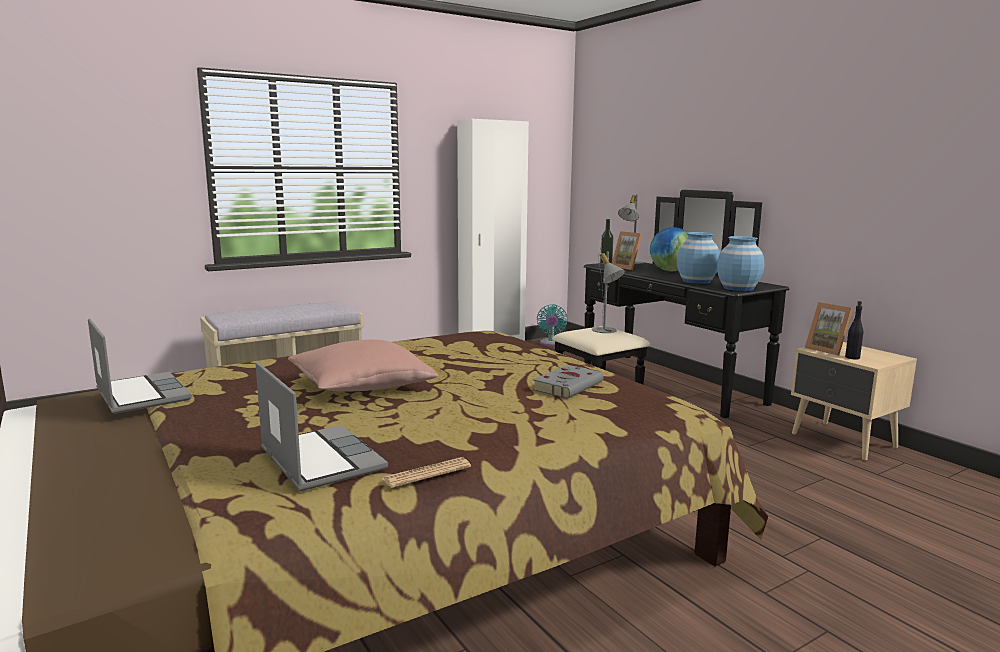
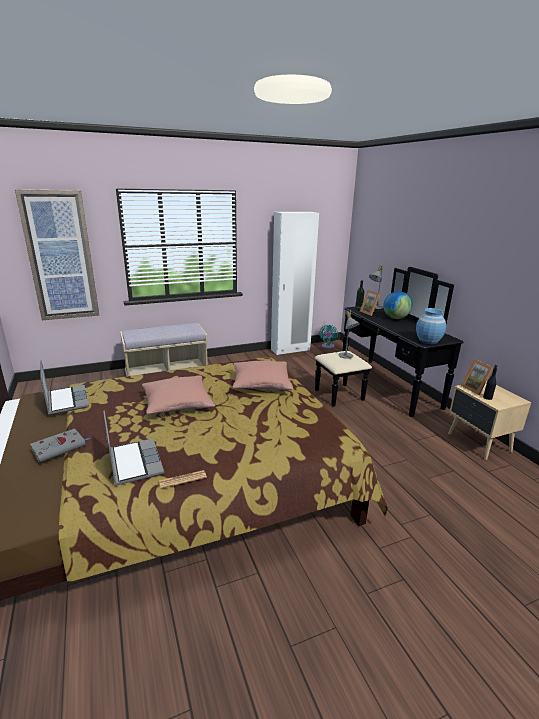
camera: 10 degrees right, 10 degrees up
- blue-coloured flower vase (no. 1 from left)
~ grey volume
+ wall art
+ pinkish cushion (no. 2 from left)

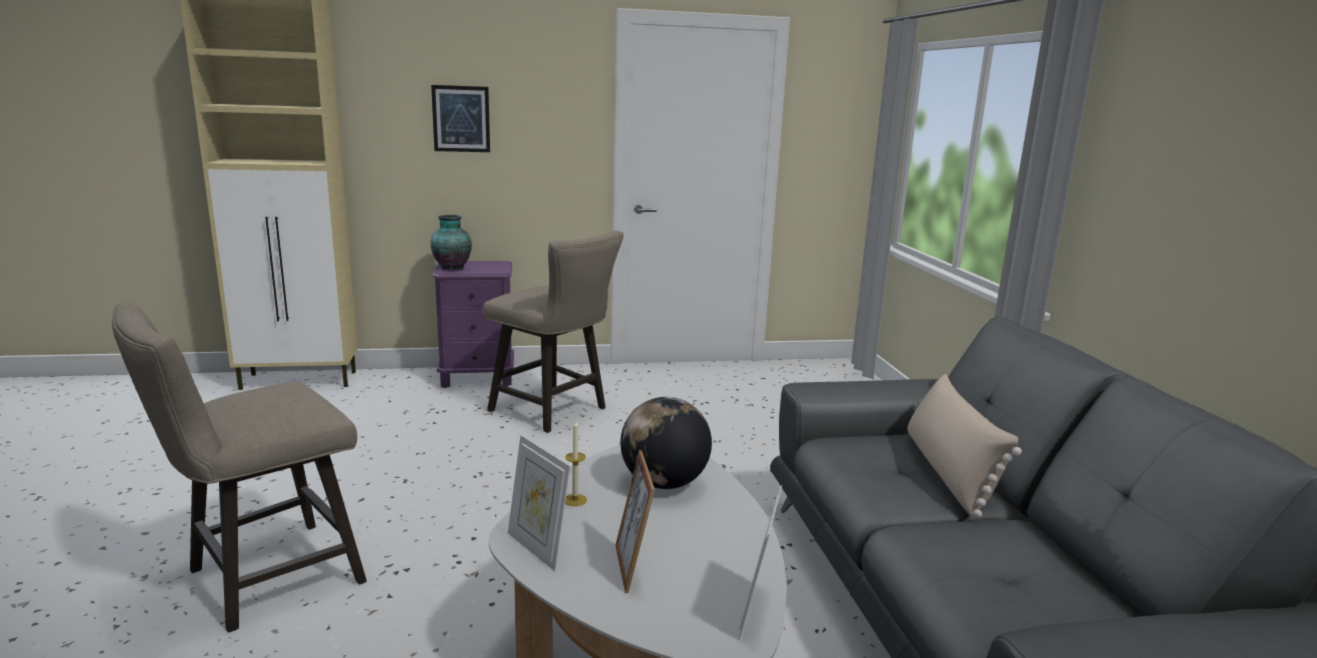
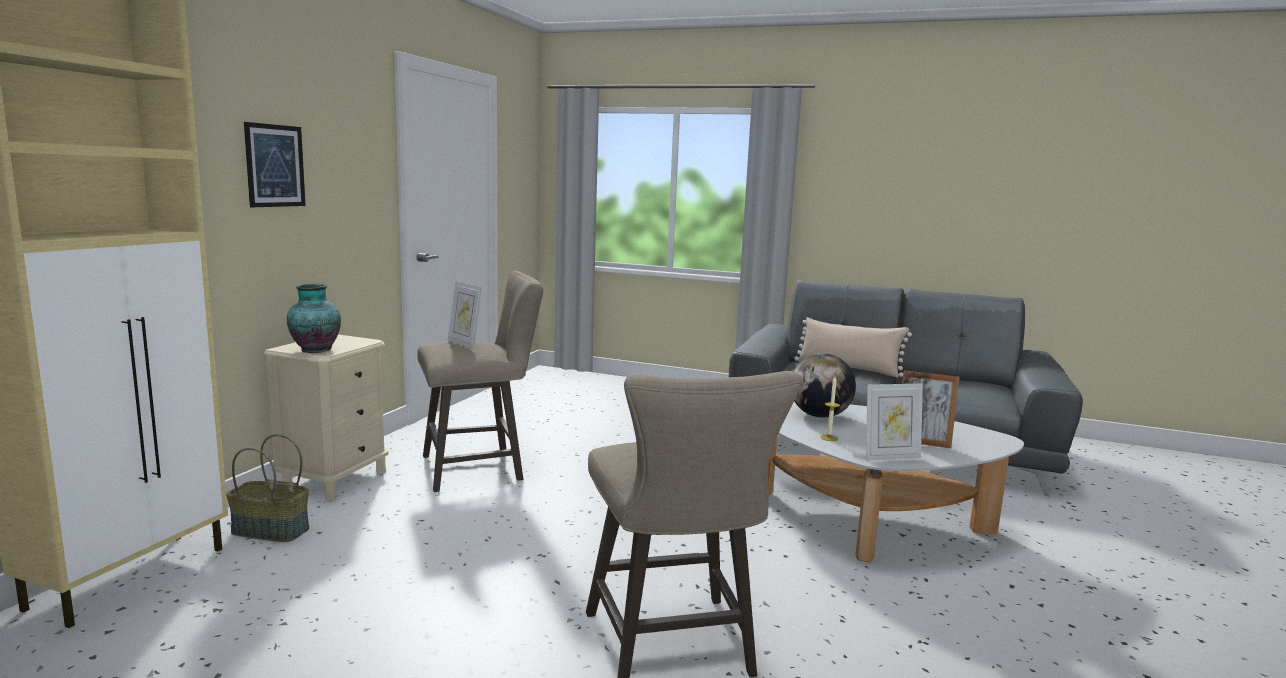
camera: 60 degrees left, 5 degrees down
~ purple-coloured bedside table to sand-coloured bedside table
~ picture frame (no. 3 from left in the first image) to picture frame (no. 1 from left)
+ storage basket

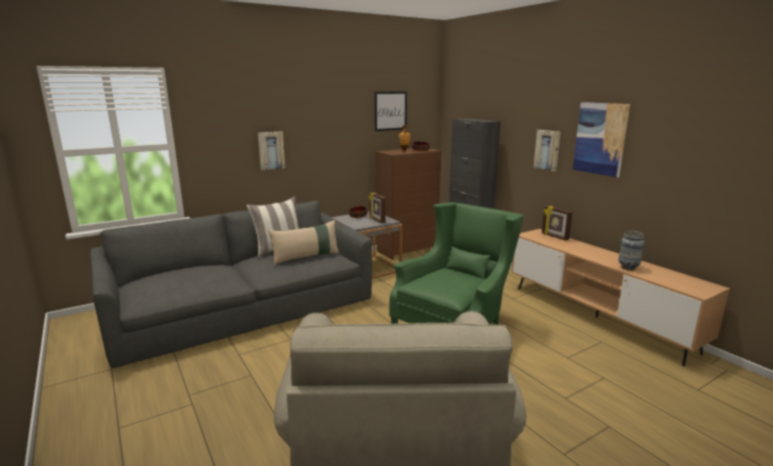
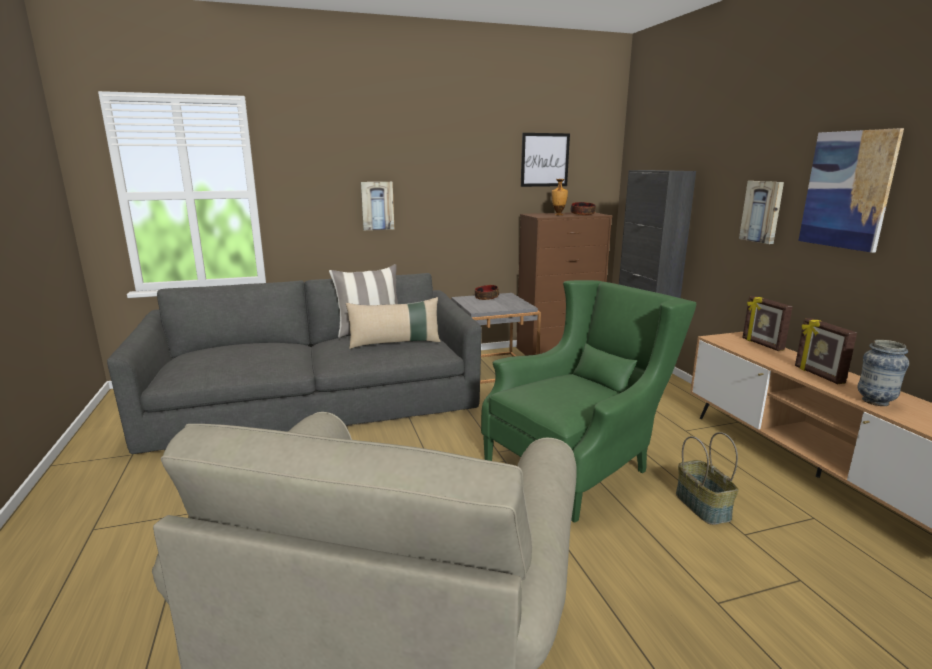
camera: 15 degrees right, 0 degrees up
~ picture frame (no. 1 from left in the first image) to picture frame (no. 2 from left)
+ storage basket

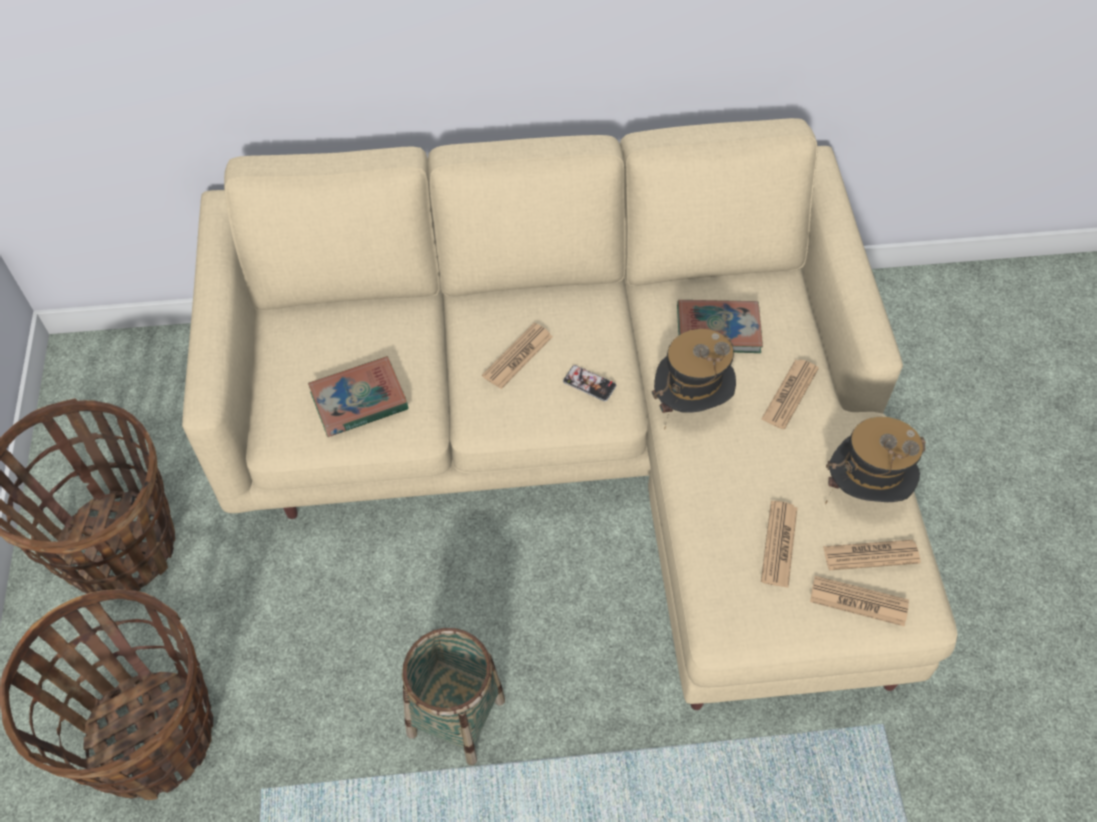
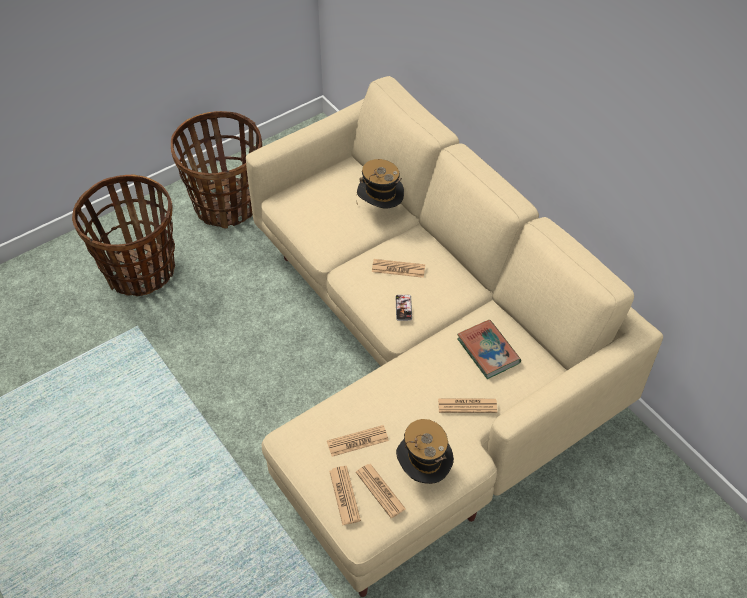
camera: 60 degrees right, 5 degrees down
~ wearable hat (no. 1 from left)
- volume (no. 1 from left)
- storage basket (no. 3 from left)

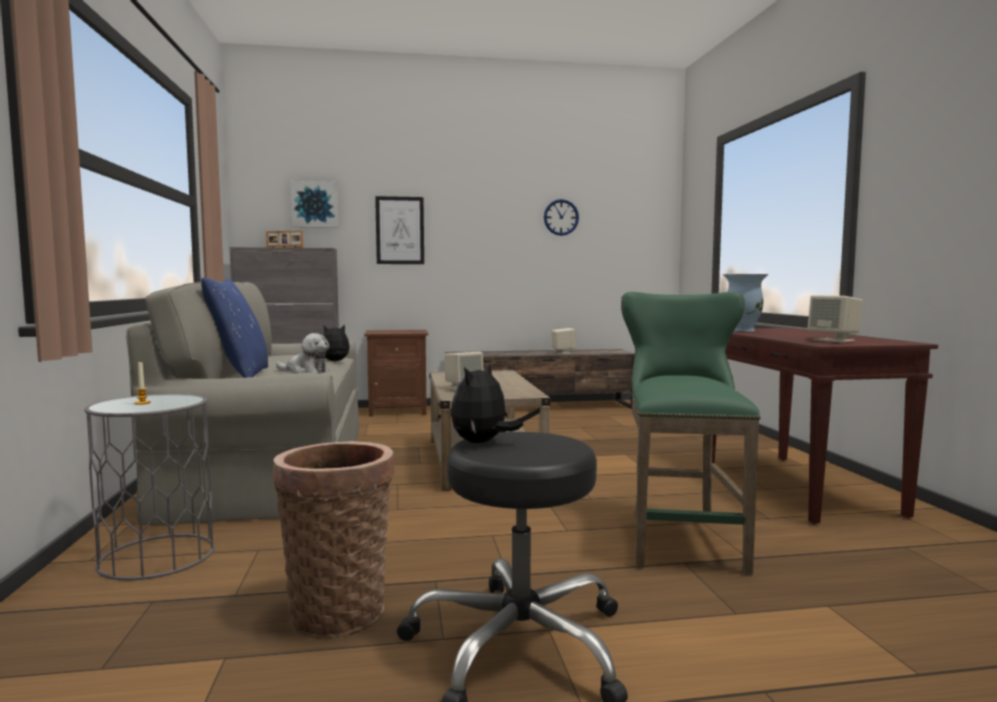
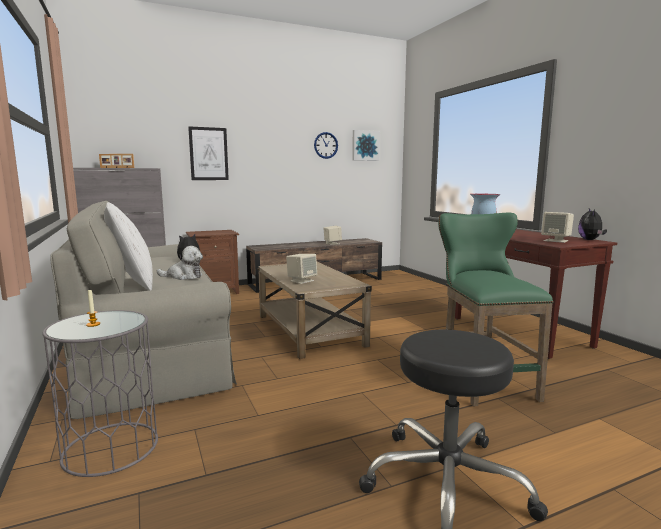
camera: 15 degrees left, 5 degrees up
~ wall art (no. 1 from left in the first image) to wall art (no. 2 from left)
~ blue-coloured cushion to white cushion
~ plush toy (no. 3 from left)
- storage basket

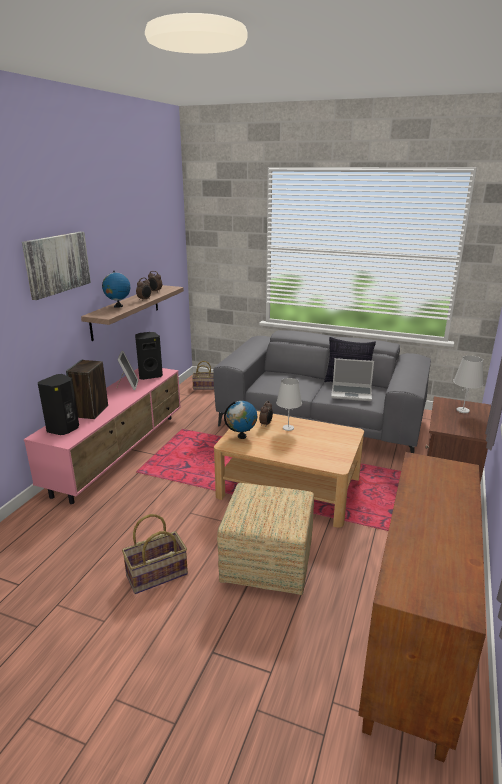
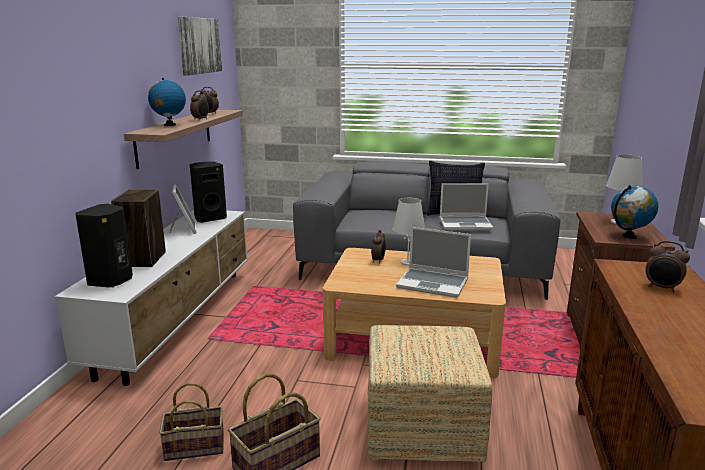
camera: 10 degrees left, 5 degrees down
~ wall art
~ storage basket (no. 2 from left in the first image) to storage basket (no. 1 from left)
~ pinkish tv unit to white tv unit
~ world globe (no. 2 from left)
+ laptop (no. 1 from left)
+ table clock (no. 4 from left)

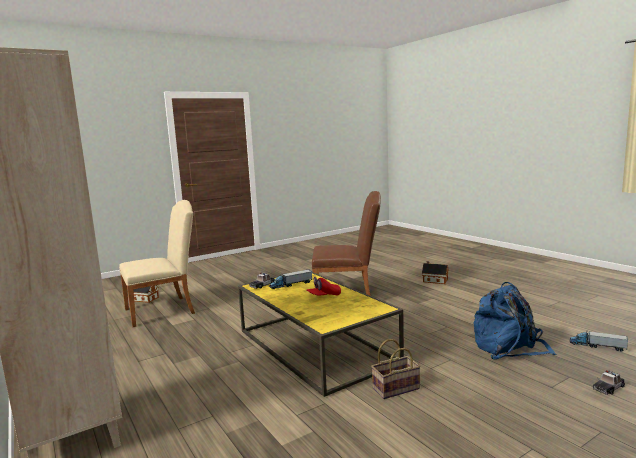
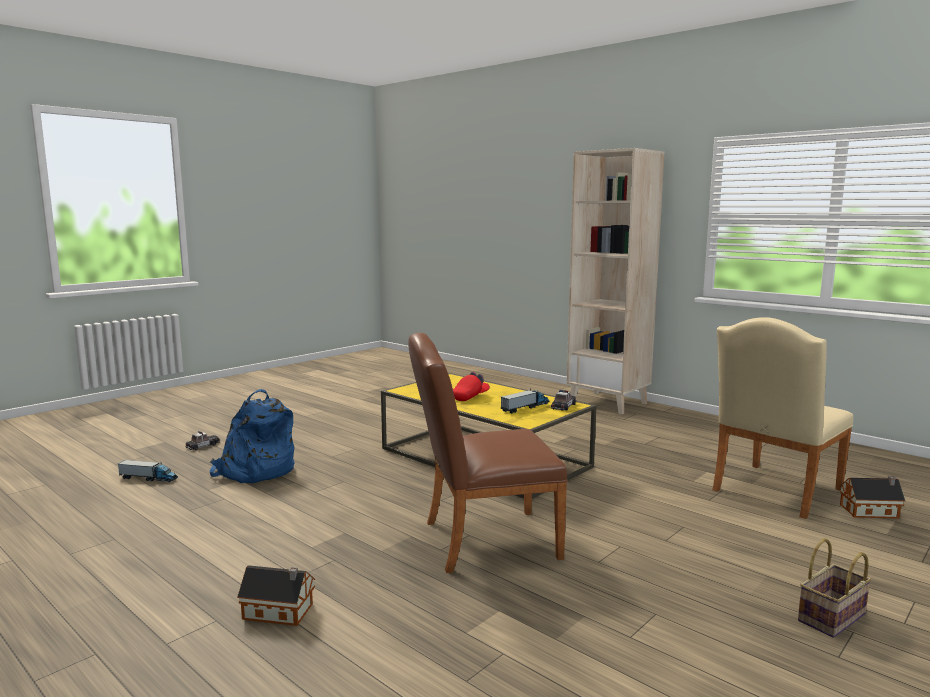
camera: 165 degrees right, 0 degrees up
~ storage basket

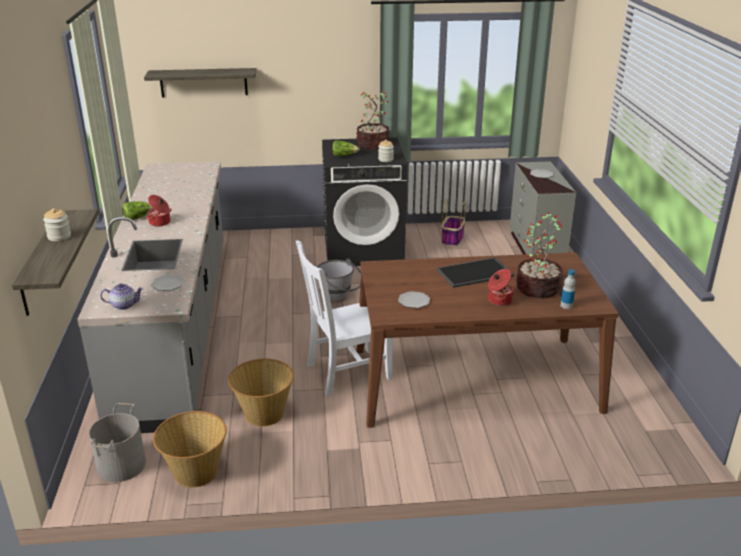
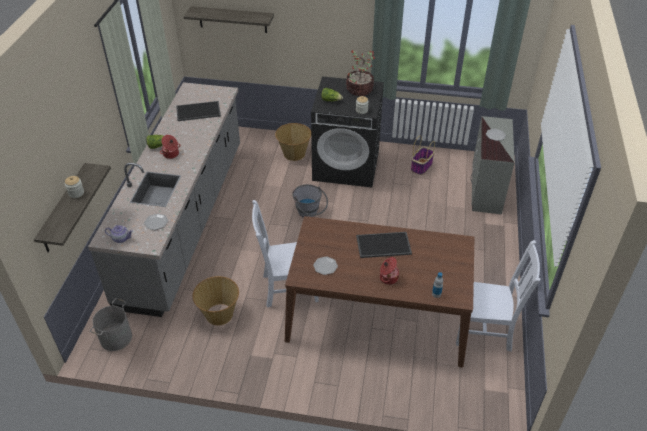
camera: 15 degrees right, 15 degrees up
- potted plant (no. 2 from left)
~ storage basket (no. 1 from left in the first image) to storage basket (no. 2 from left)
+ serving tray (no. 1 from left)
+ white plain chair (no. 2 from left)

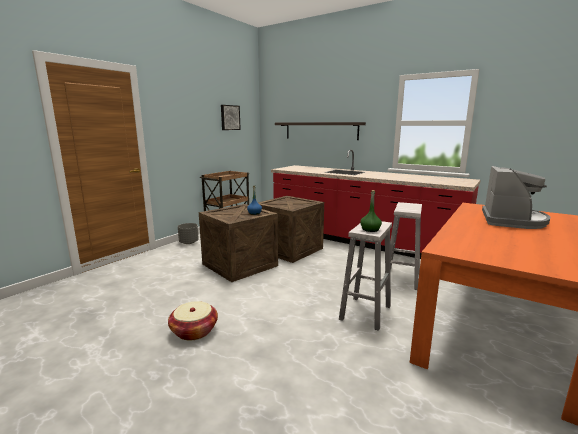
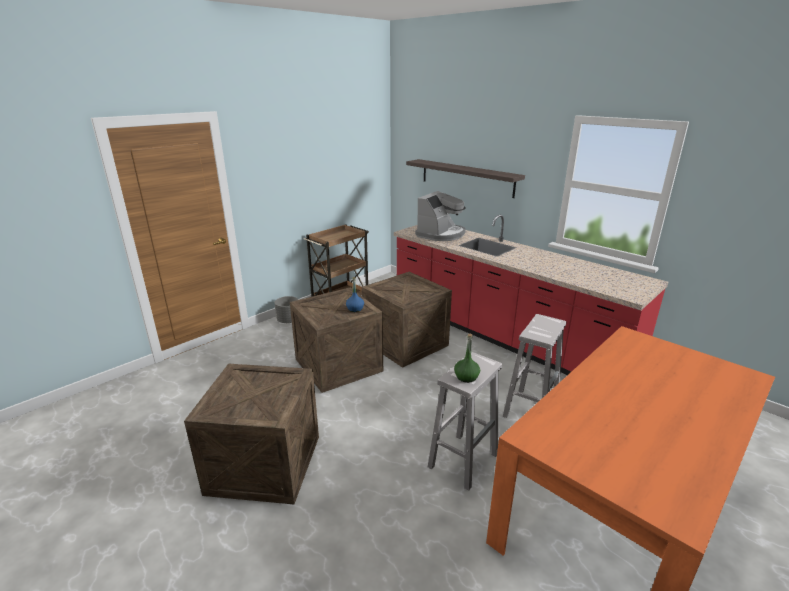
camera: 10 degrees right, 10 degrees up
- wall art
~ coffee maker
~ storage basket to crate (no. 1 from left)

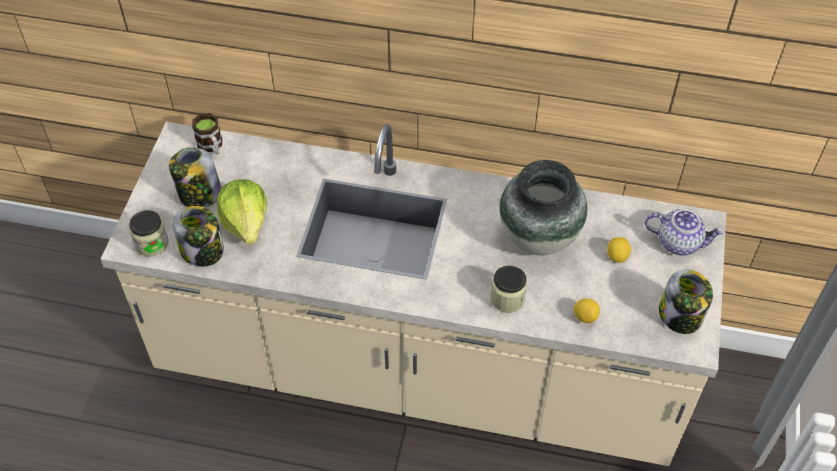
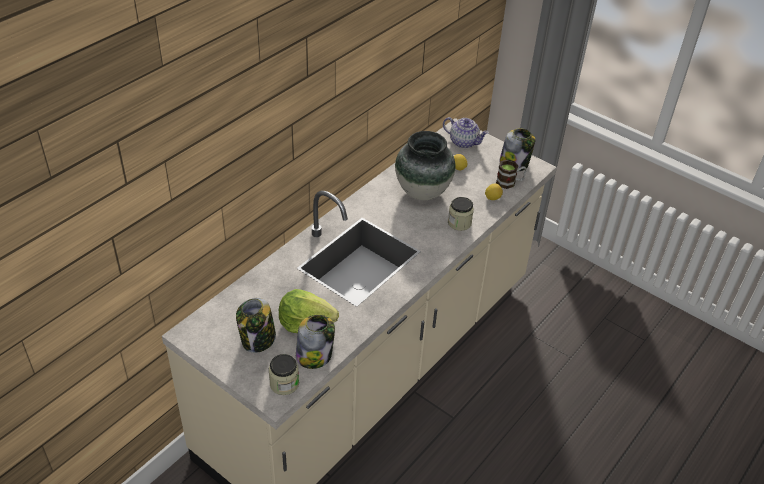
camera: 65 degrees left, 10 degrees down
~ coffee mug
~ pot for tea 75 degrees clockwise

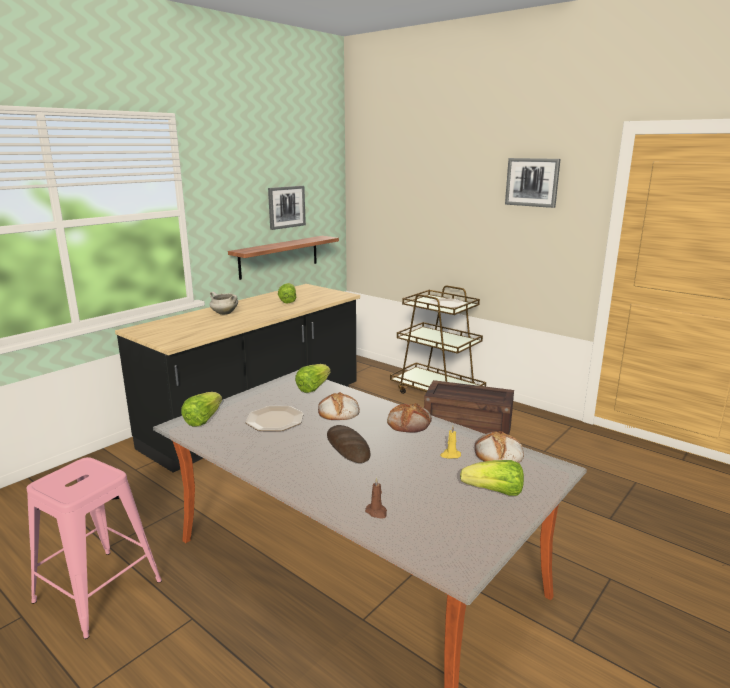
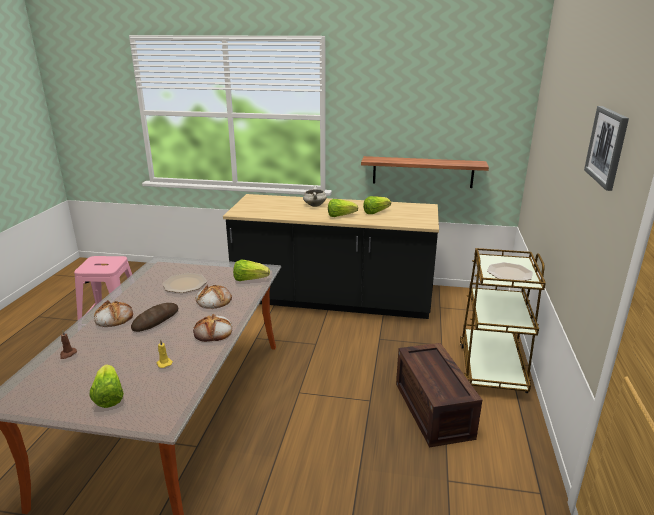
camera: 60 degrees right, 5 degrees up
- wall art (no. 1 from left)
~ lettuce head (no. 1 from left in the first image) to lettuce head (no. 3 from left)
~ bakery bread (no. 4 from left in the first image) to bakery bread (no. 1 from left)

